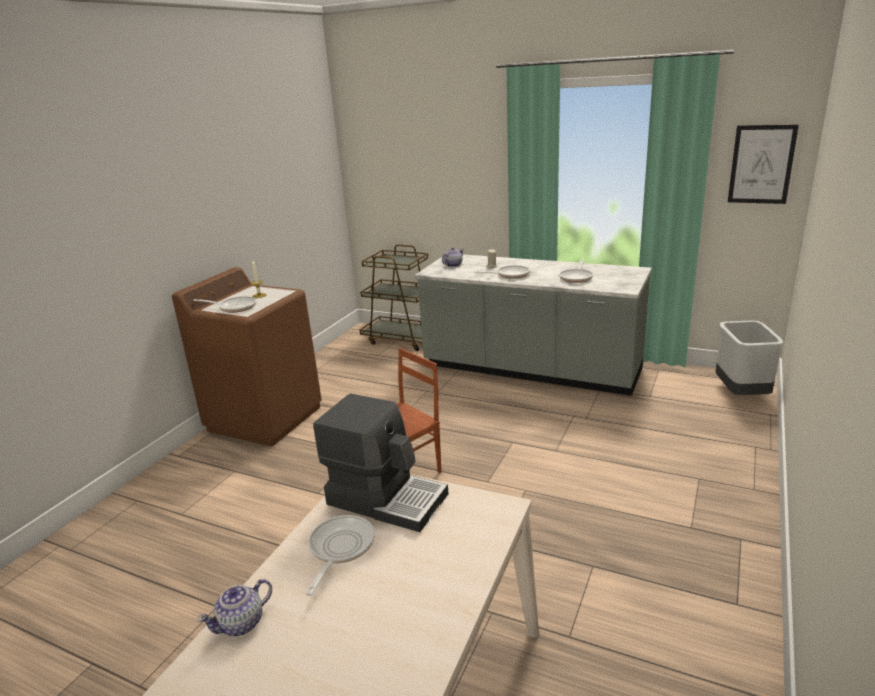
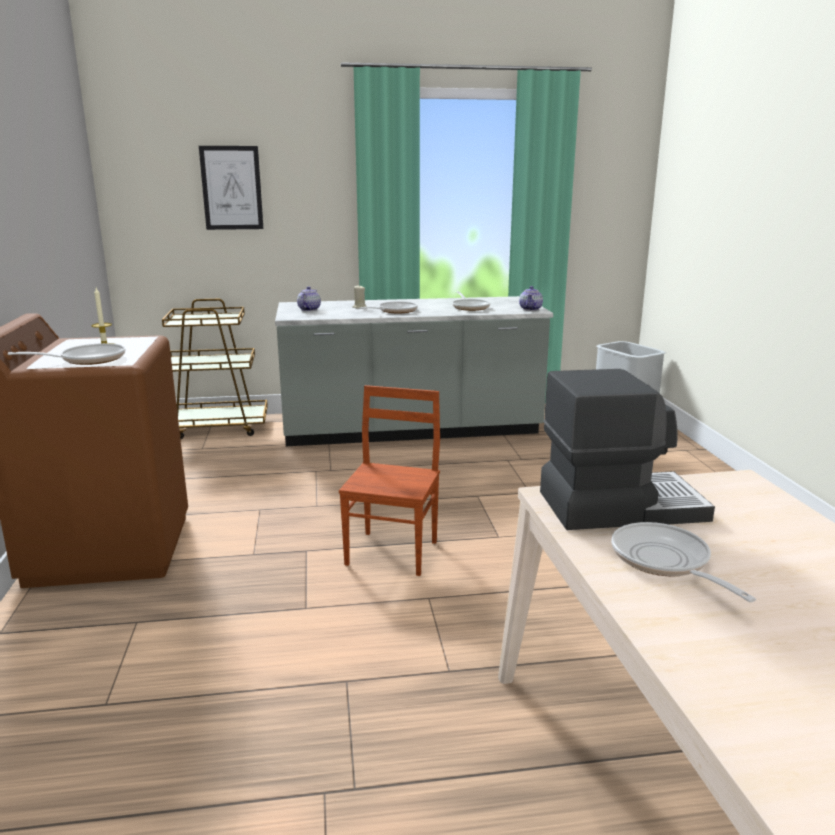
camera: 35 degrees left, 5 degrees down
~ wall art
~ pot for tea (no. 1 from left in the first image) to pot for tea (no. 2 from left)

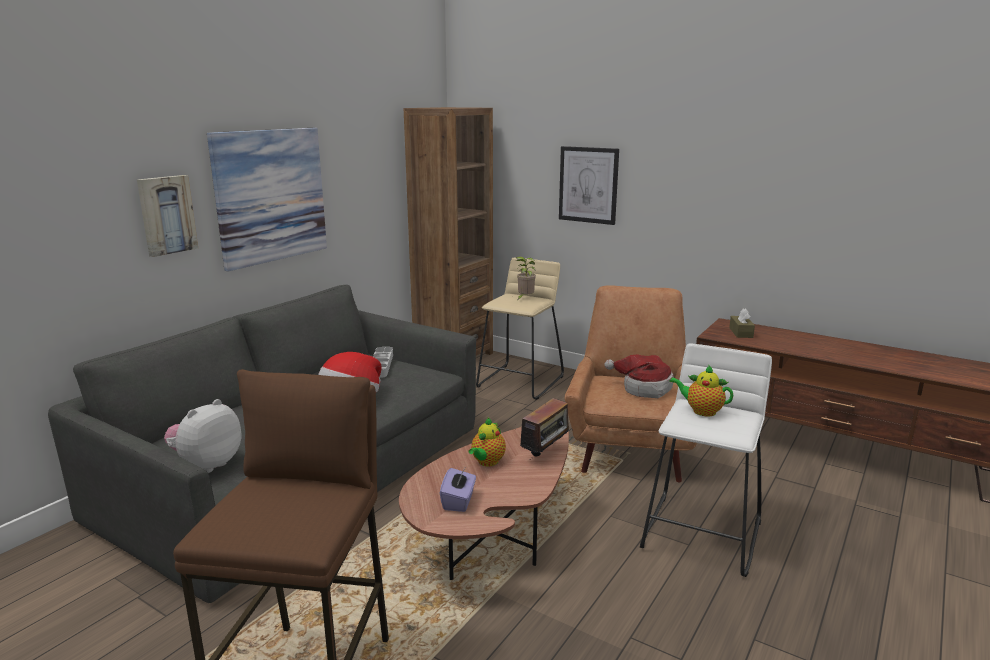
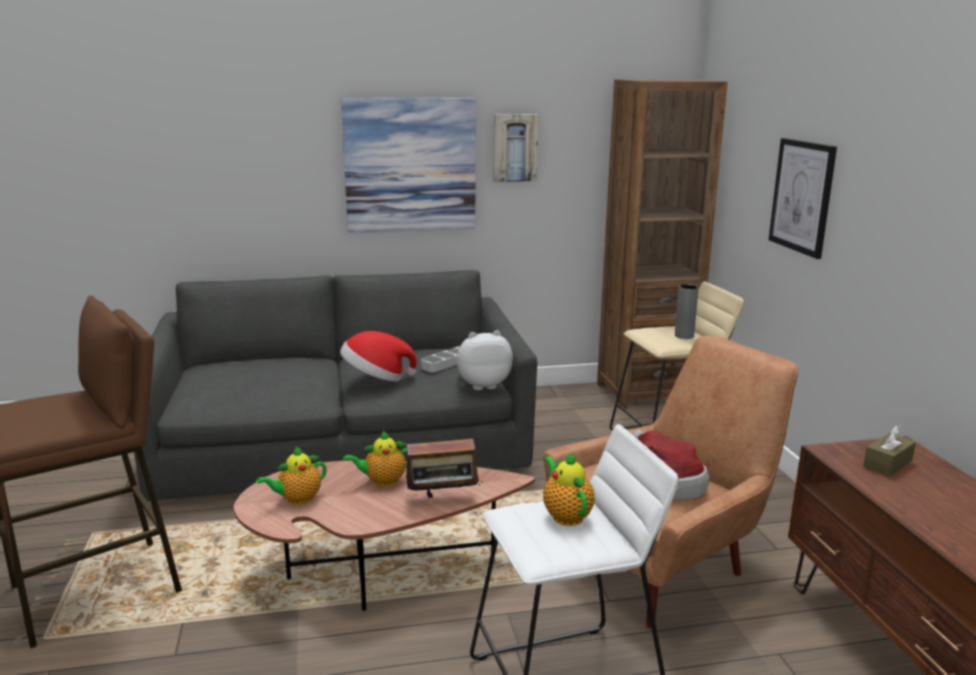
camera: 45 degrees right, 0 degrees up
~ wall art (no. 1 from left in the first image) to wall art (no. 2 from left)
~ potted plant to grey flower vase
~ plush toy
~ purple-coloured tissue box to pot for tea (no. 1 from left)

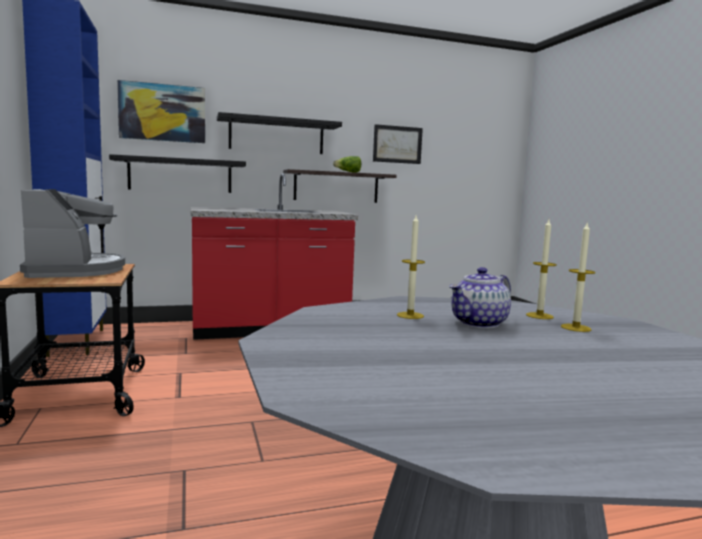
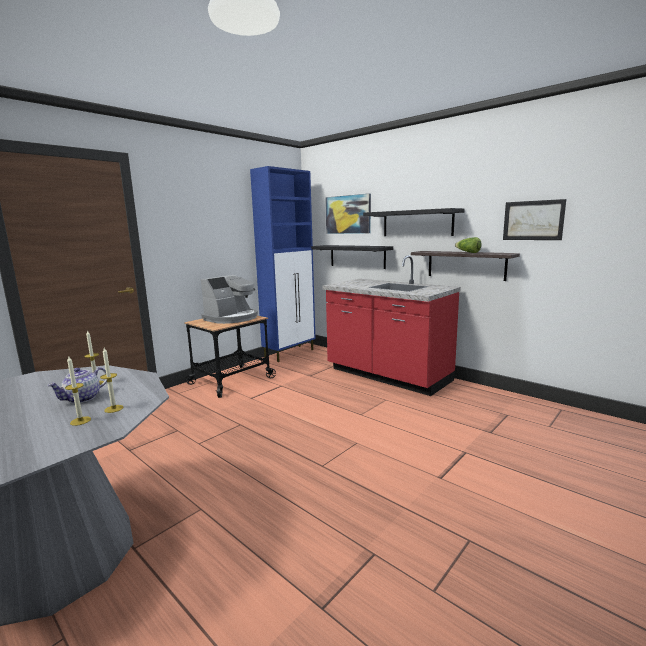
camera: 60 degrees right, 5 degrees up
~ pot for tea 75 degrees counterclockwise

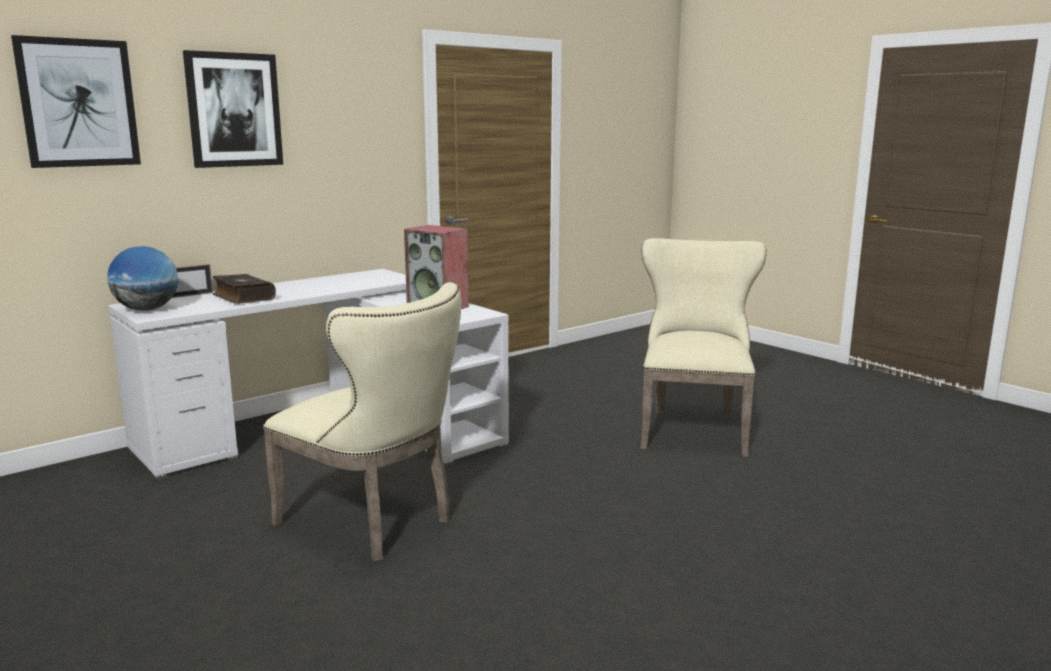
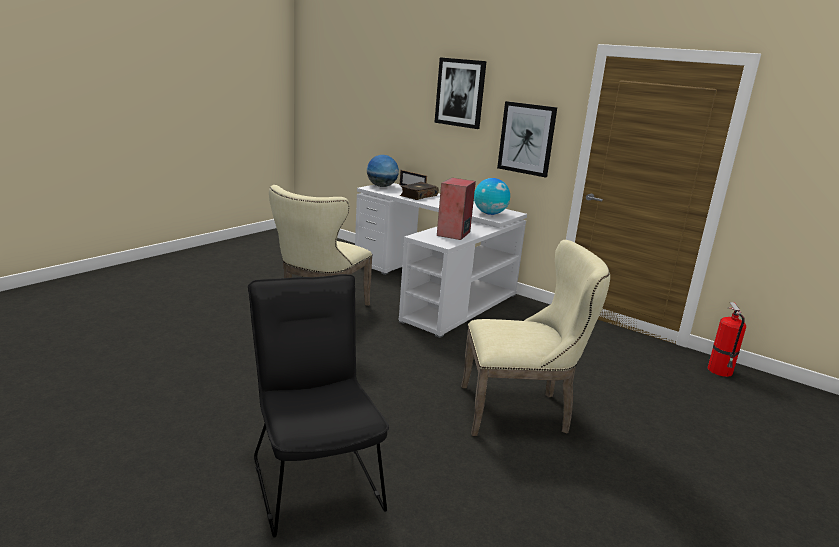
camera: 75 degrees right, 5 degrees up
~ wall art (no. 1 from left in the first image) to wall art (no. 2 from left)
+ world globe (no. 2 from left)
+ blackish plain chair
+ extinguisher

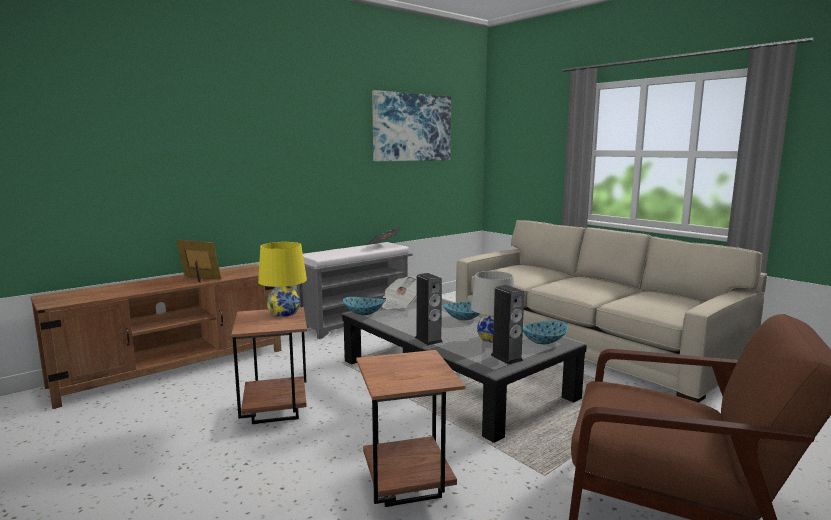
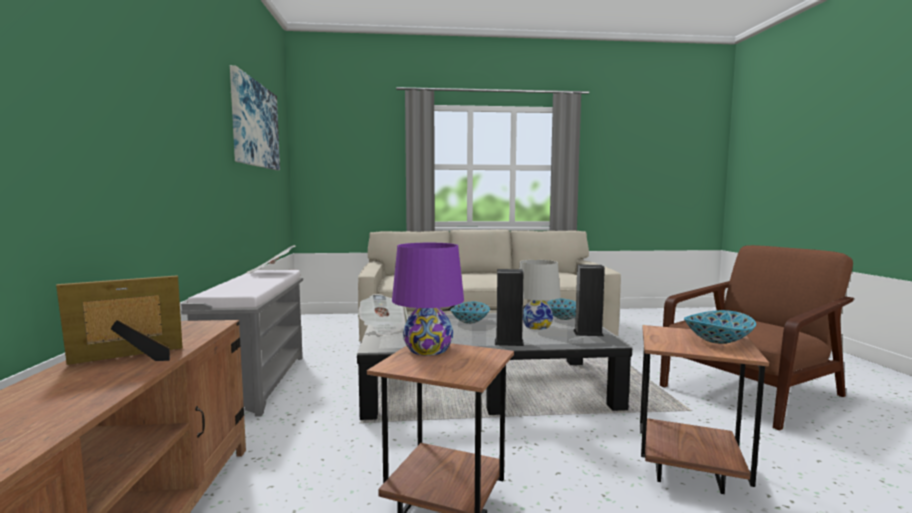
camera: 55 degrees left, 5 degrees down
~ yellow-coloured lamp for a table to purple-coloured lamp for a table
~ serving bowl (no. 1 from left in the first image) to serving bowl (no. 3 from left)

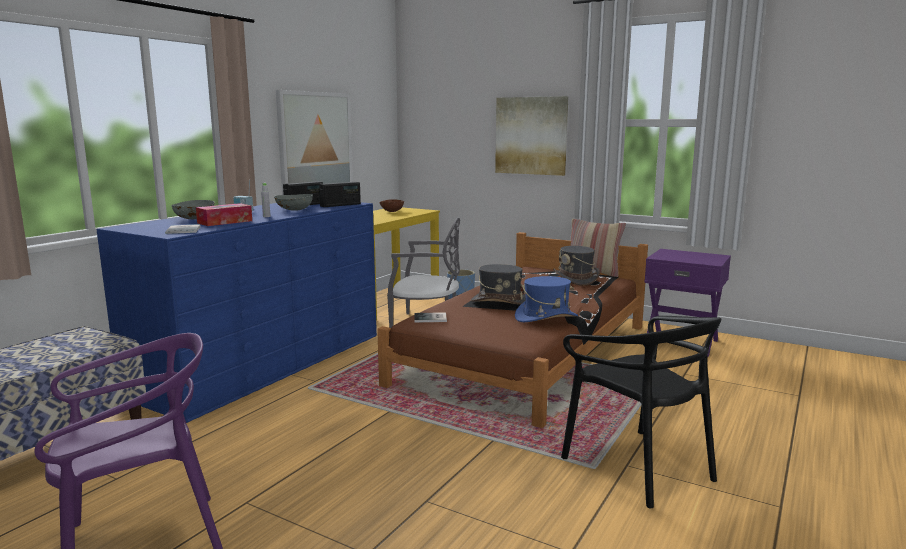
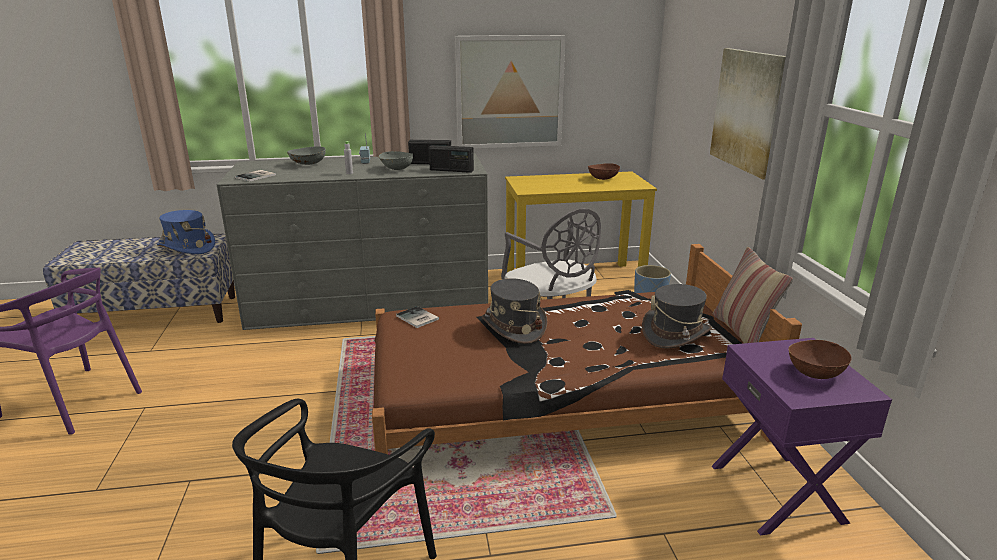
camera: 50 degrees right, 10 degrees up
~ blue-coloured drawer chest to grey drawer chest
- tissue box
~ blue-coloured wearable hat
+ brownish serving bowl (no. 2 from left)

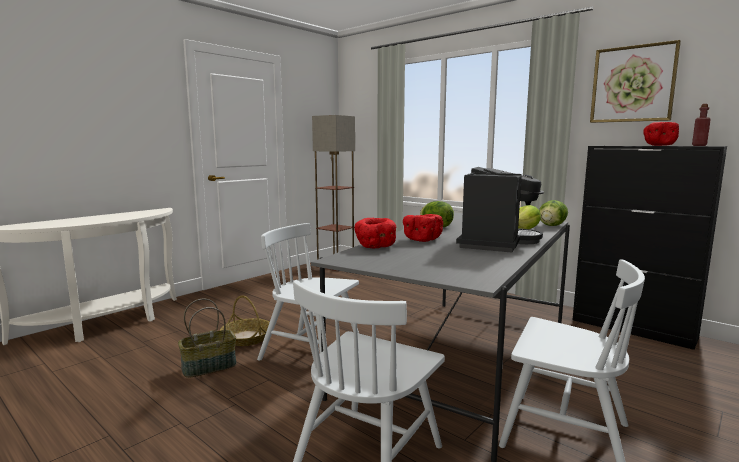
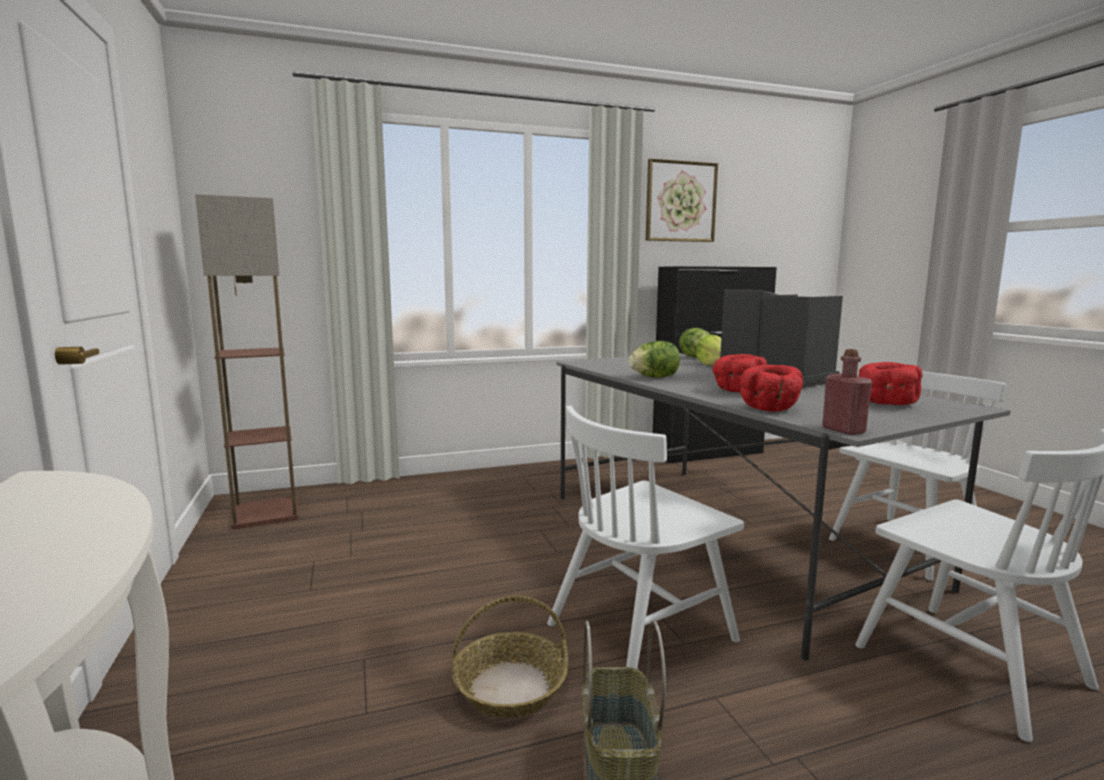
camera: 60 degrees left, 0 degrees up
~ red-coloured bottle
~ red-coloured serving bowl (no. 3 from left)

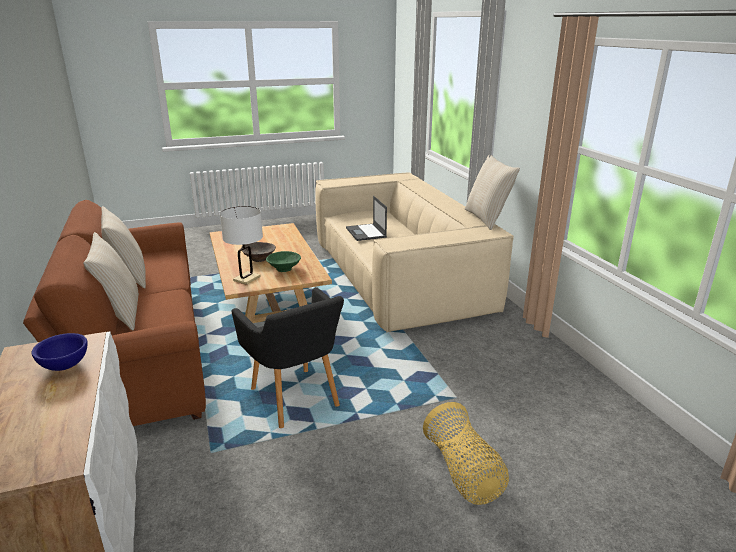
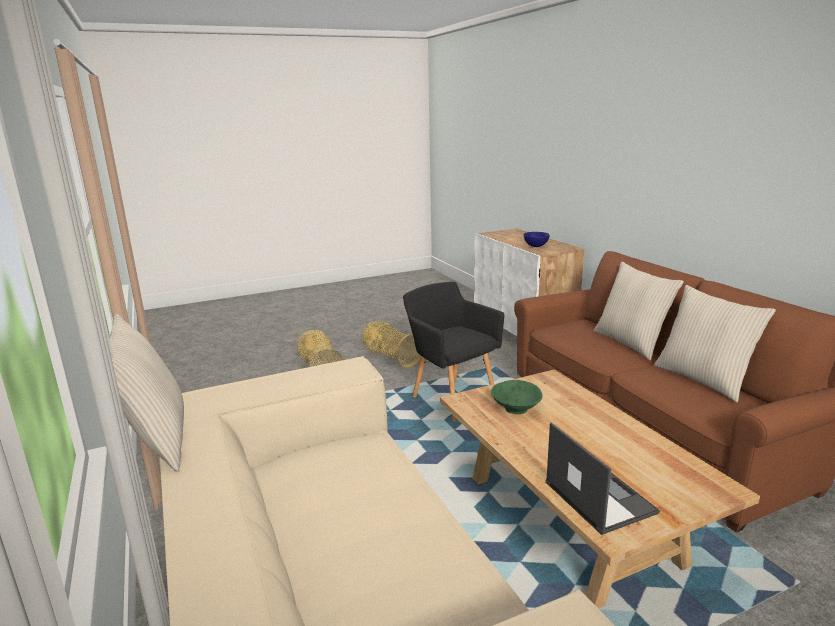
camera: 175 degrees right, 5 degrees down
~ laptop
- white lamp for a table
- brownish serving bowl
+ storage basket (no. 2 from left)

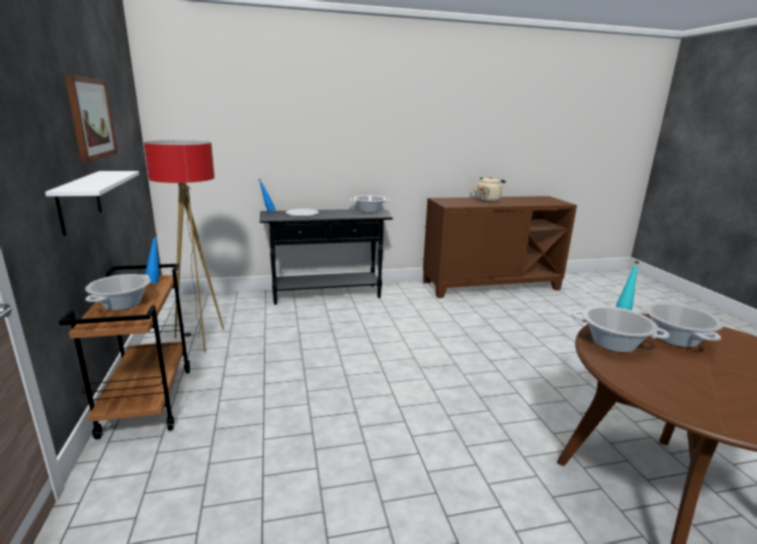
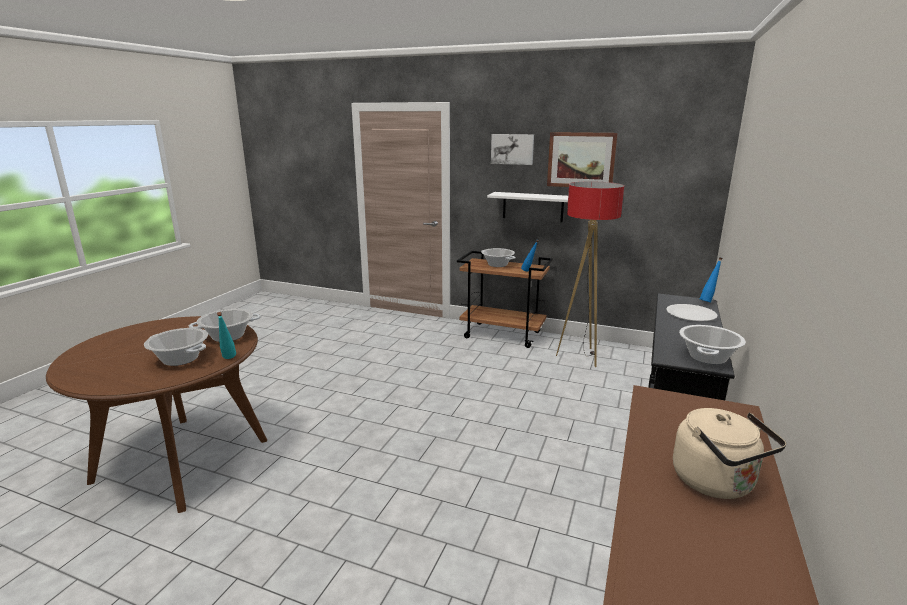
camera: 125 degrees right, 0 degrees up
+ wall art (no. 1 from left)

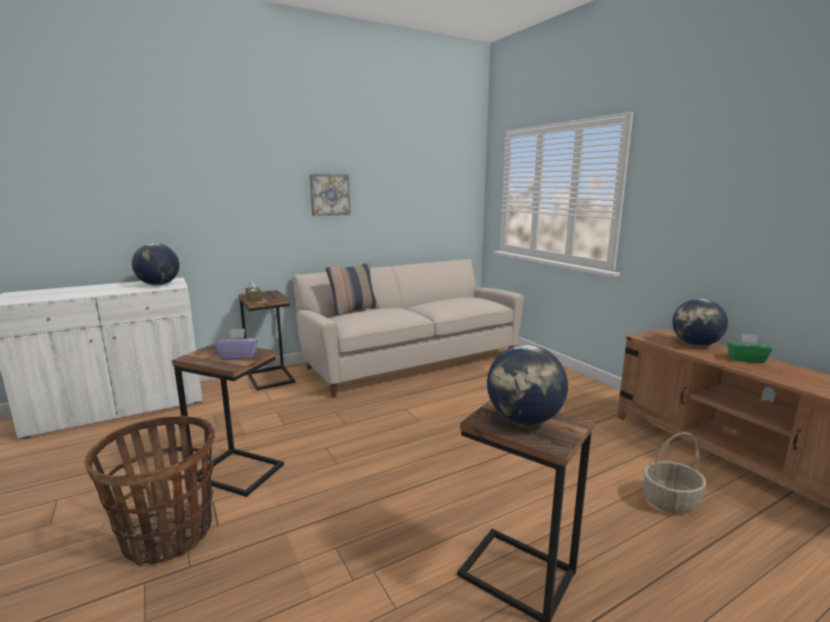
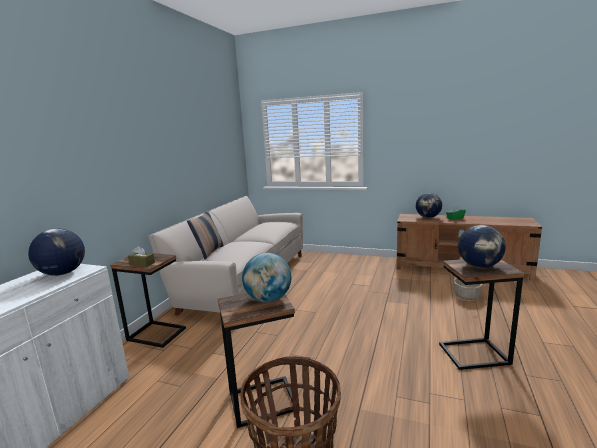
camera: 40 degrees left, 0 degrees up
- wall art
~ purple-coloured tissue box to world globe (no. 2 from left)

